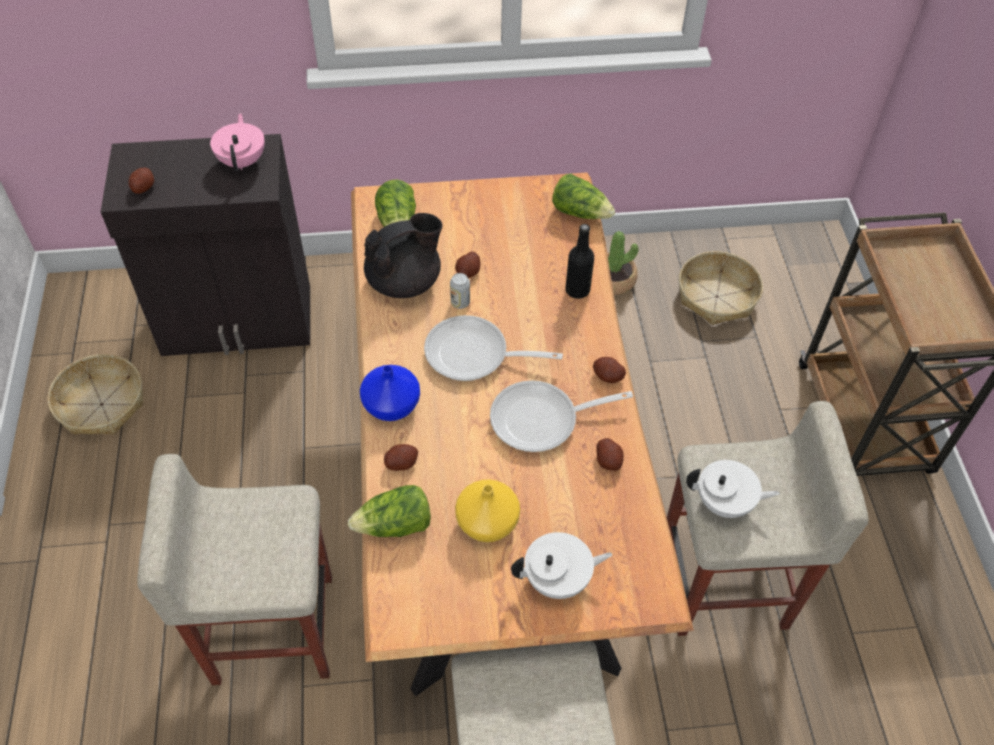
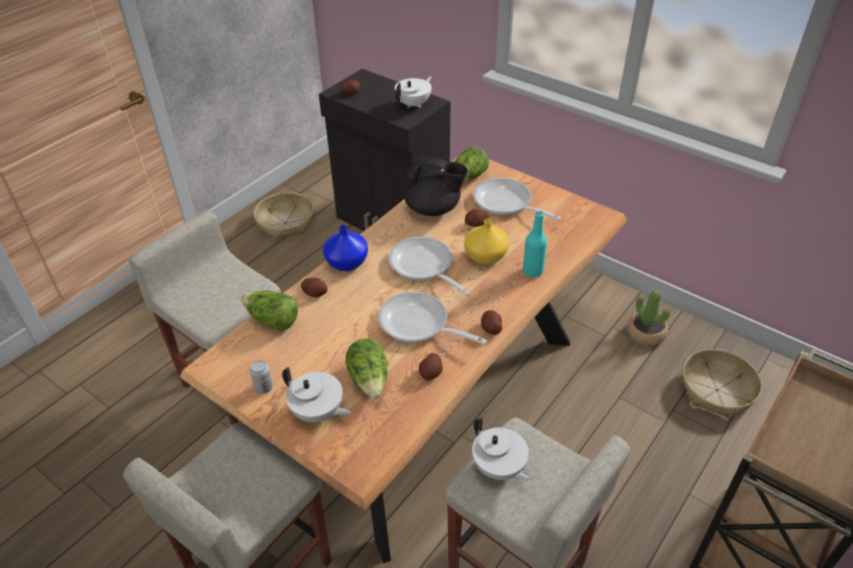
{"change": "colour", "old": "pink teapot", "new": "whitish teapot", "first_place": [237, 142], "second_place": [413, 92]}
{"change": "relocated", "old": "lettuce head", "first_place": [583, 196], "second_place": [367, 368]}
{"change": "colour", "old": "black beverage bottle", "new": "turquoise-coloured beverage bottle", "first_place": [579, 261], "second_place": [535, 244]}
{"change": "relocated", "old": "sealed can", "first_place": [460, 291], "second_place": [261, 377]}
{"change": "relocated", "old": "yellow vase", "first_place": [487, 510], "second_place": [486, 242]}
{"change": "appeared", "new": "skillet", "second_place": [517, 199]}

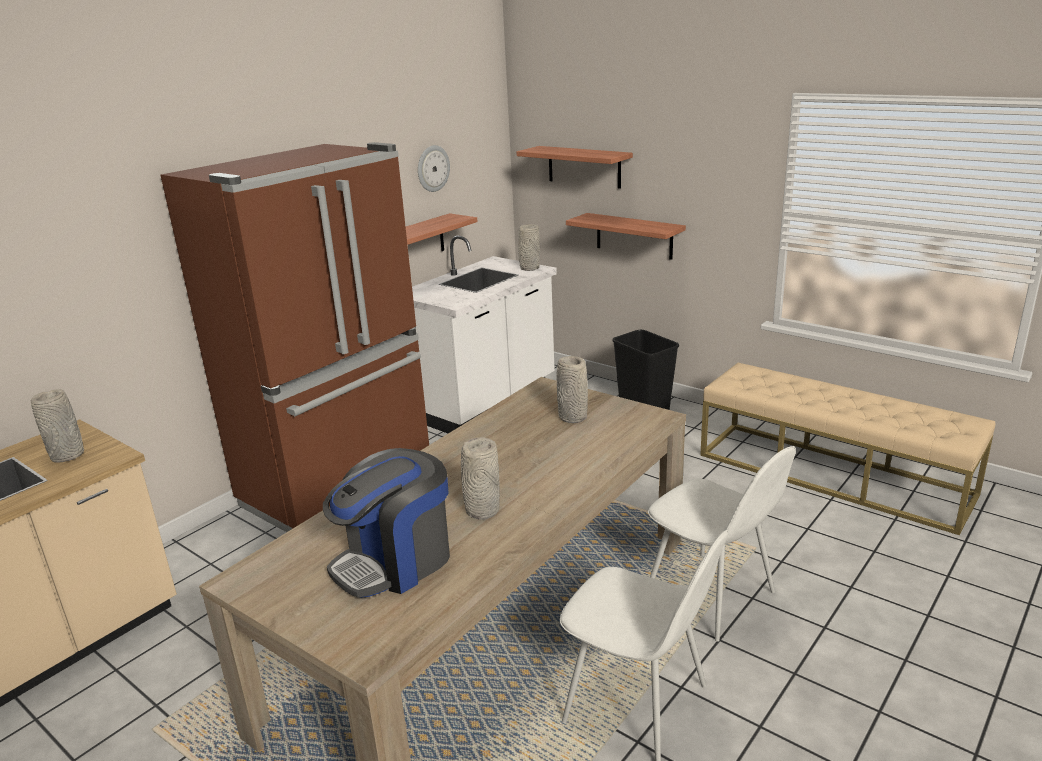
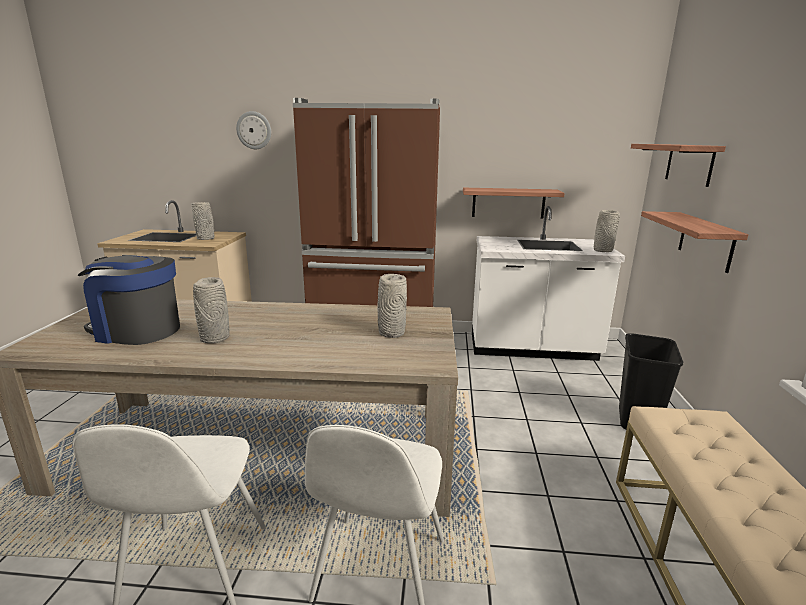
{"change": "relocated", "old": "wall clock", "first_place": [434, 168], "second_place": [253, 130]}

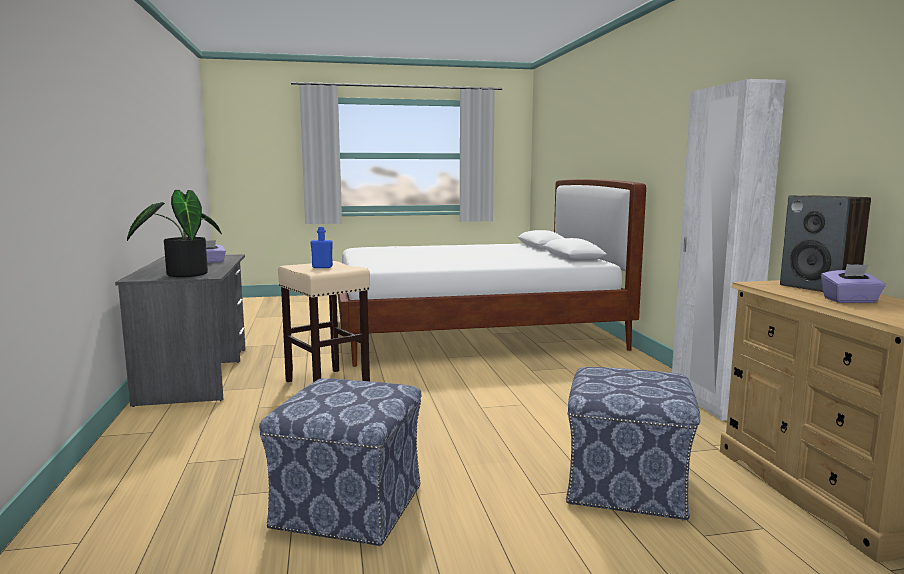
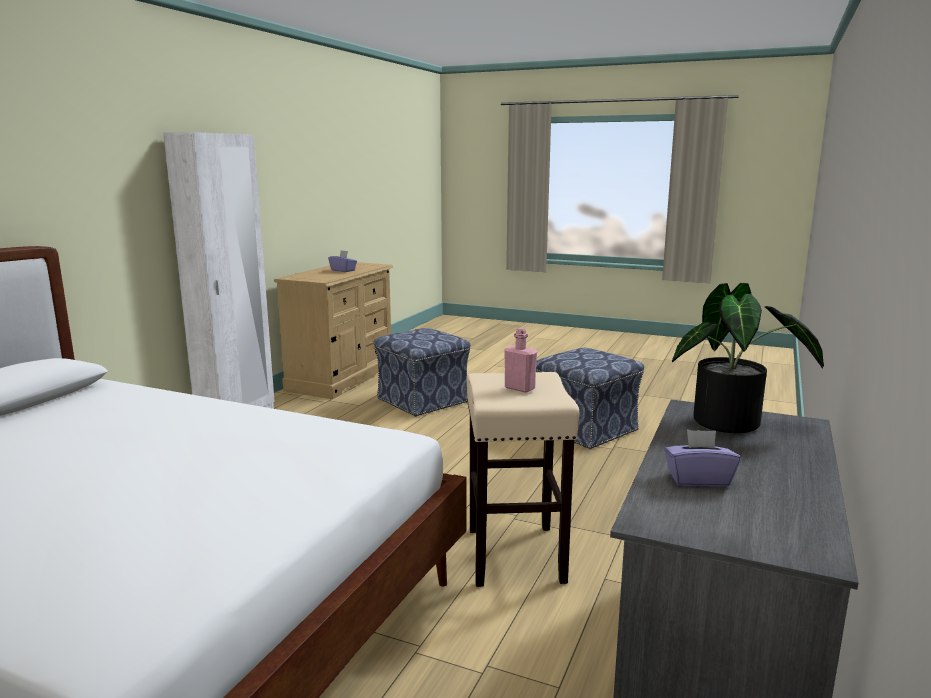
{"change": "missing", "old": "loudspeaker", "first_place": [825, 243]}
{"change": "colour", "old": "bluish beverage bottle", "new": "pink beverage bottle", "first_place": [321, 247], "second_place": [520, 360]}

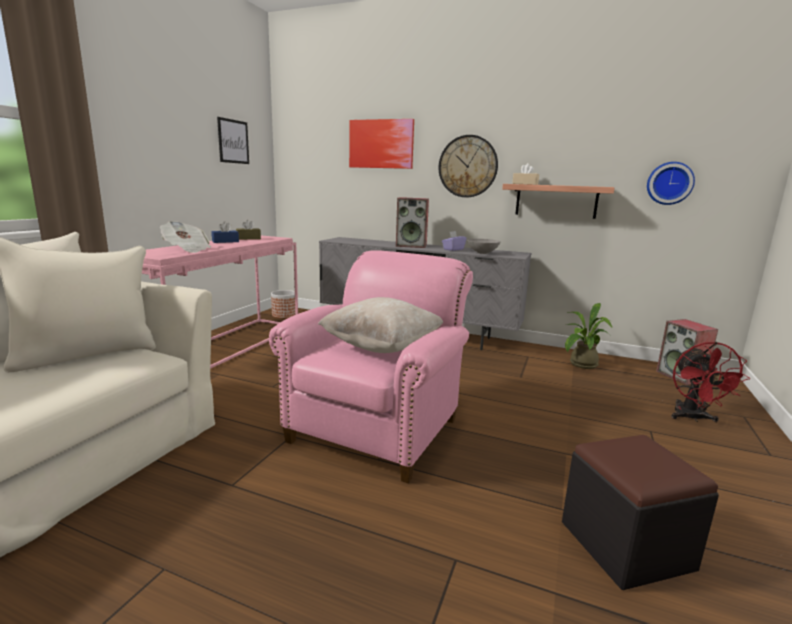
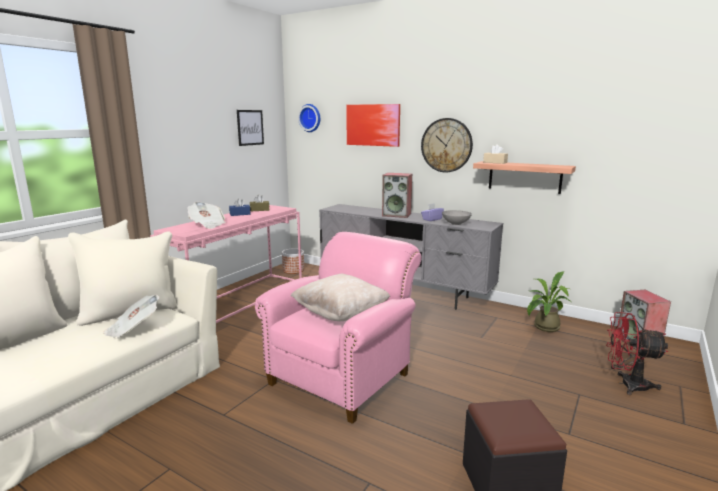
{"change": "relocated", "old": "wall clock", "first_place": [671, 183], "second_place": [309, 118]}
{"change": "spun", "old": "red-coloured cooling fan", "first_place": [710, 382], "second_place": [637, 353], "degrees": 90}
{"change": "appeared", "new": "daily paper", "second_place": [131, 317]}

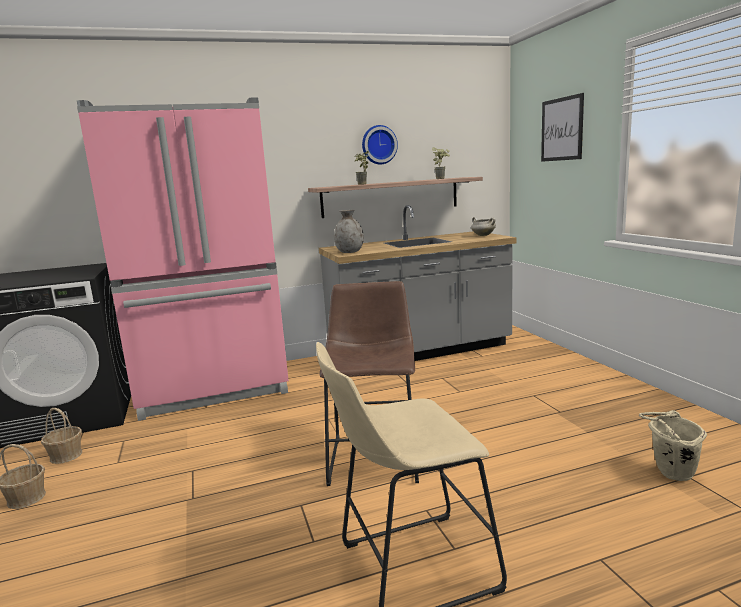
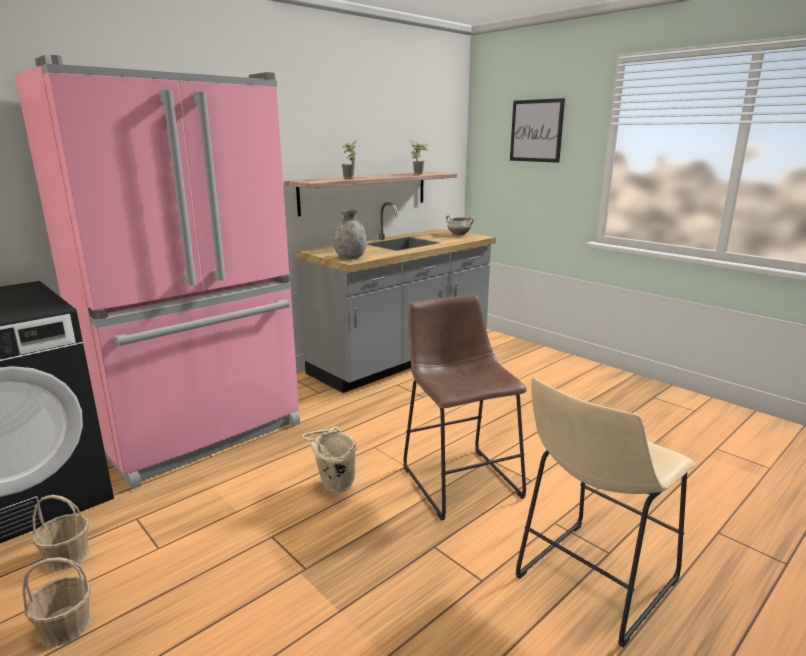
{"change": "missing", "old": "wall clock", "first_place": [380, 144]}
{"change": "relocated", "old": "beige-coloured water bucket", "first_place": [673, 445], "second_place": [329, 459]}

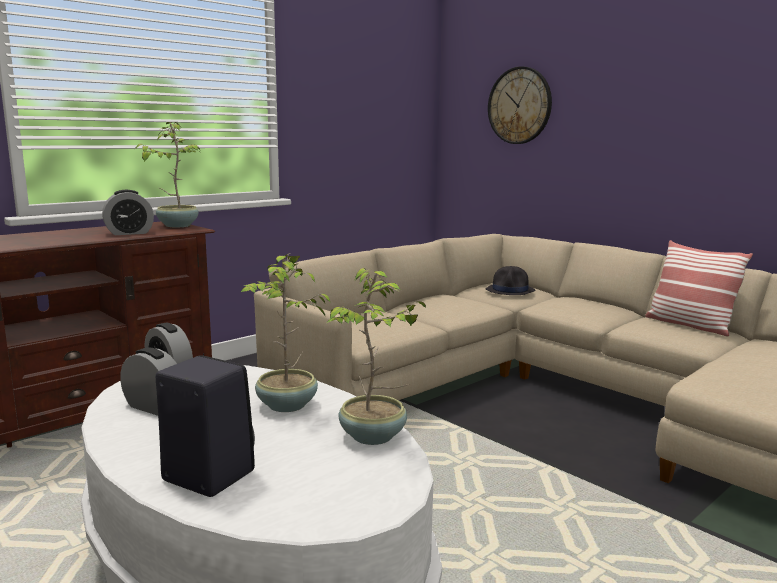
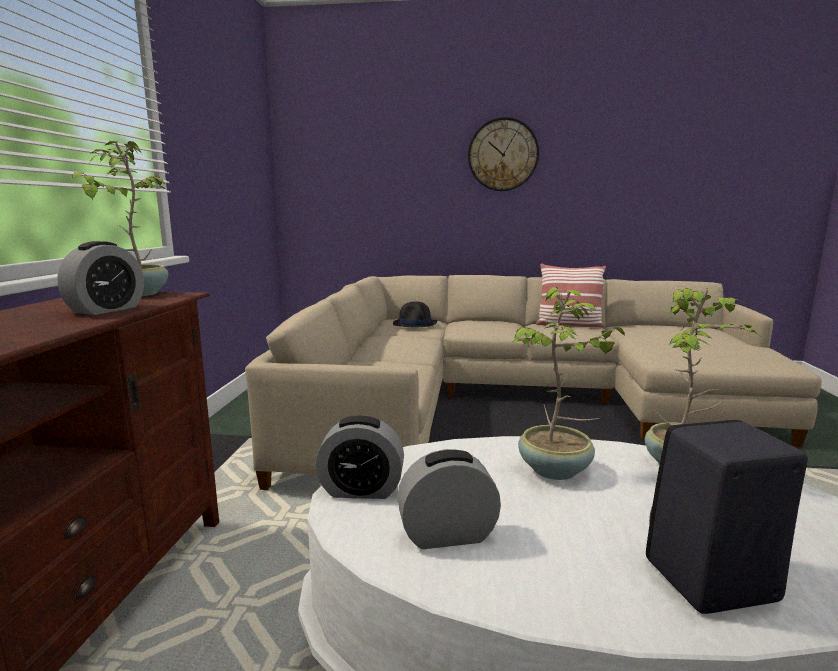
{"change": "relocated", "old": "wall clock", "first_place": [520, 105], "second_place": [503, 154]}

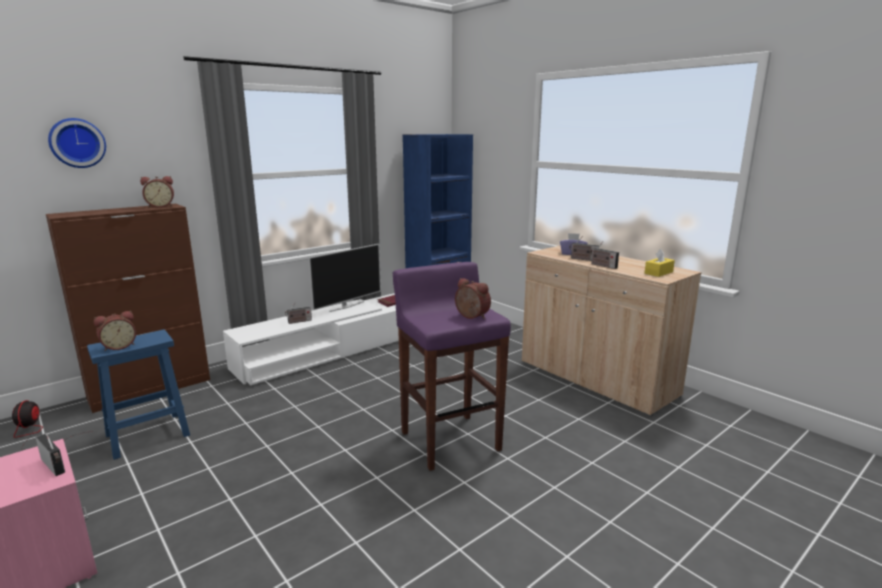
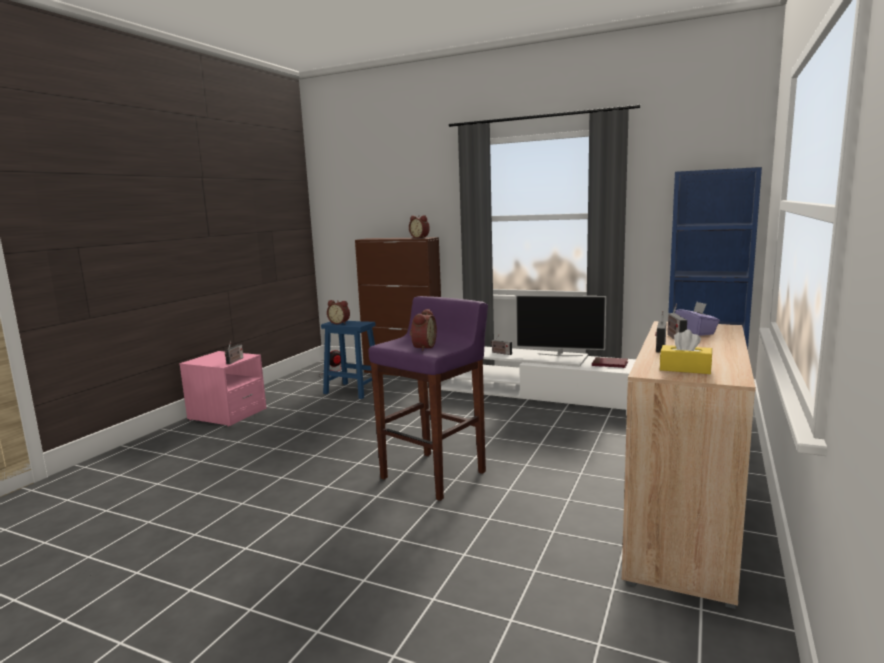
{"change": "missing", "old": "wall clock", "first_place": [77, 143]}

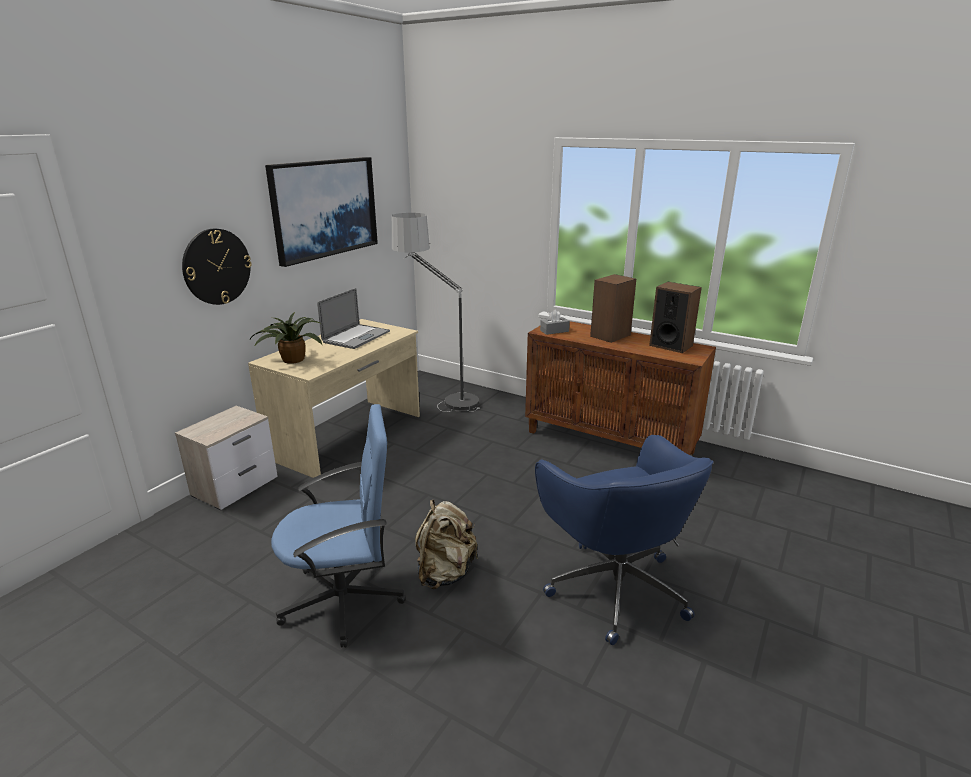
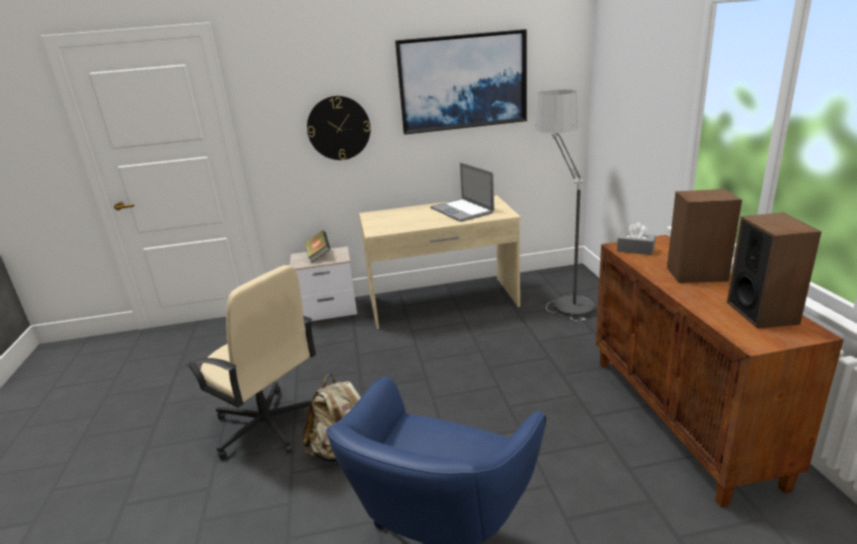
{"change": "spun", "old": "notebook computer", "first_place": [353, 318], "second_place": [462, 192], "degrees": 75}
{"change": "missing", "old": "plant in a pot", "first_place": [285, 338]}
{"change": "colour", "old": "bluish office chair", "new": "beige-coloured office chair", "first_place": [338, 526], "second_place": [251, 362]}
{"change": "appeared", "new": "volume", "second_place": [317, 246]}

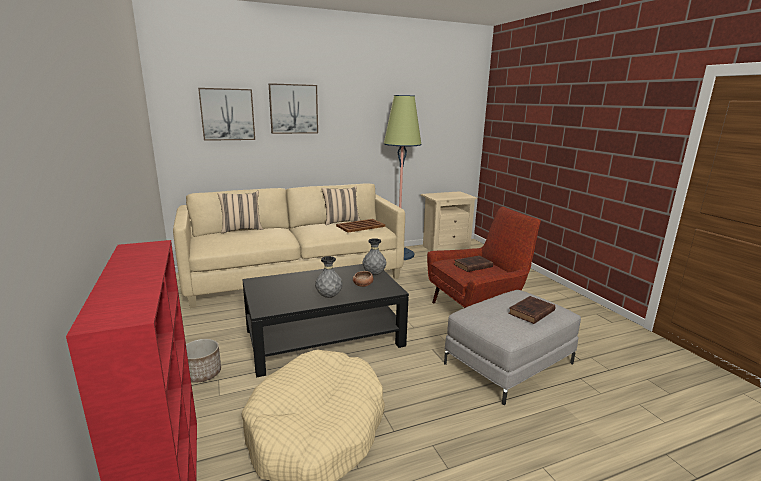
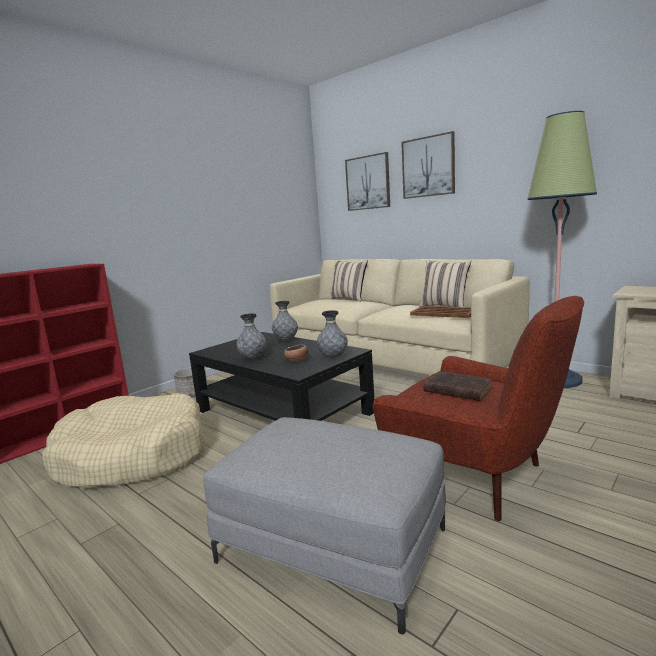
{"change": "missing", "old": "brown volume", "first_place": [531, 310]}
{"change": "appeared", "new": "gray vase", "second_place": [285, 321]}

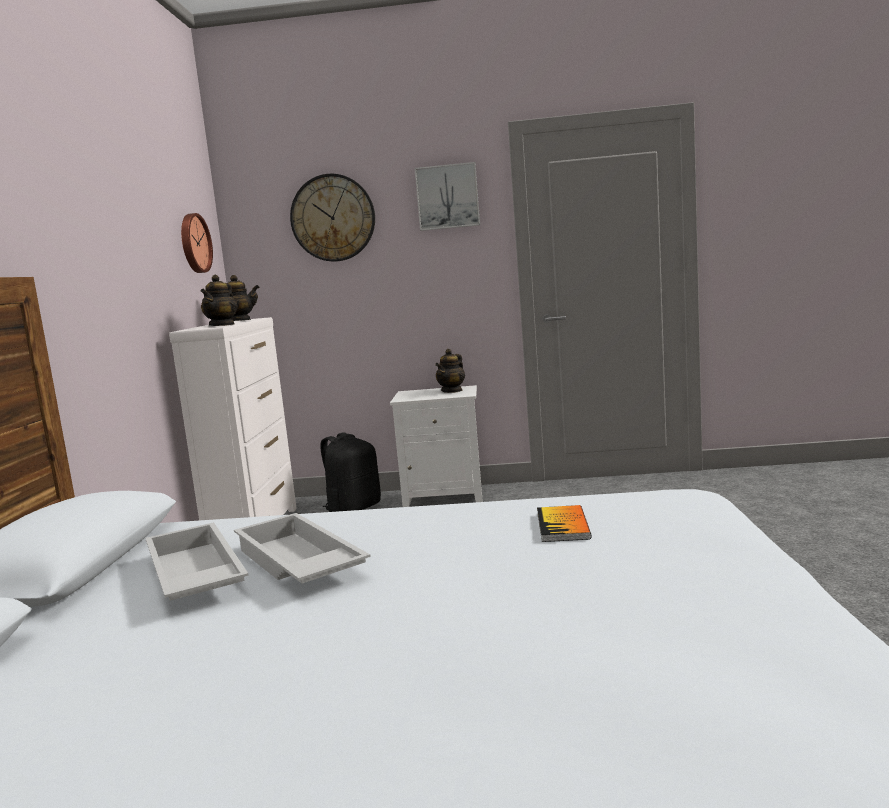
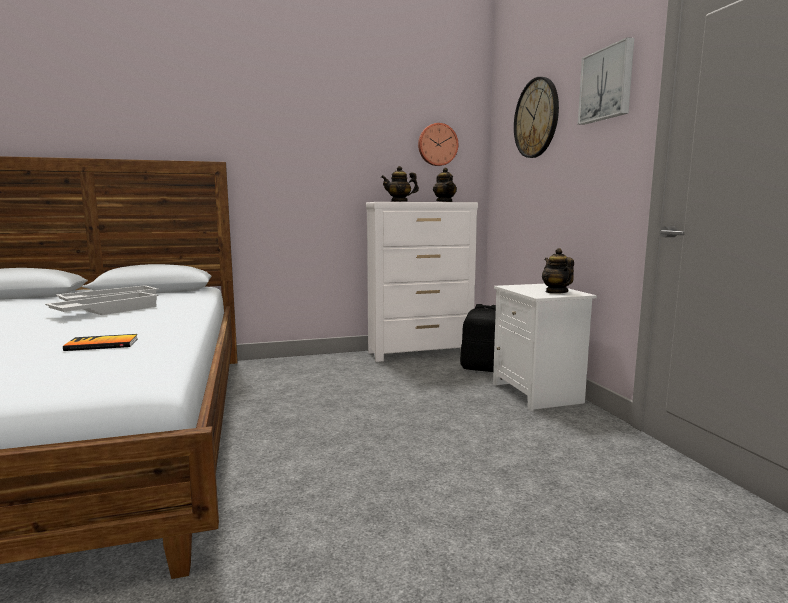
{"change": "spun", "old": "teapot", "first_place": [450, 371], "second_place": [558, 271], "degrees": 60}

